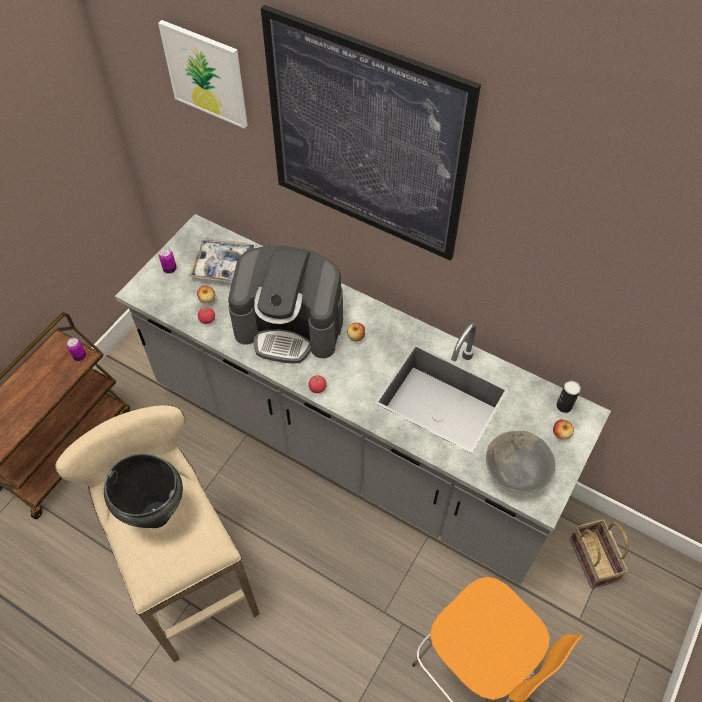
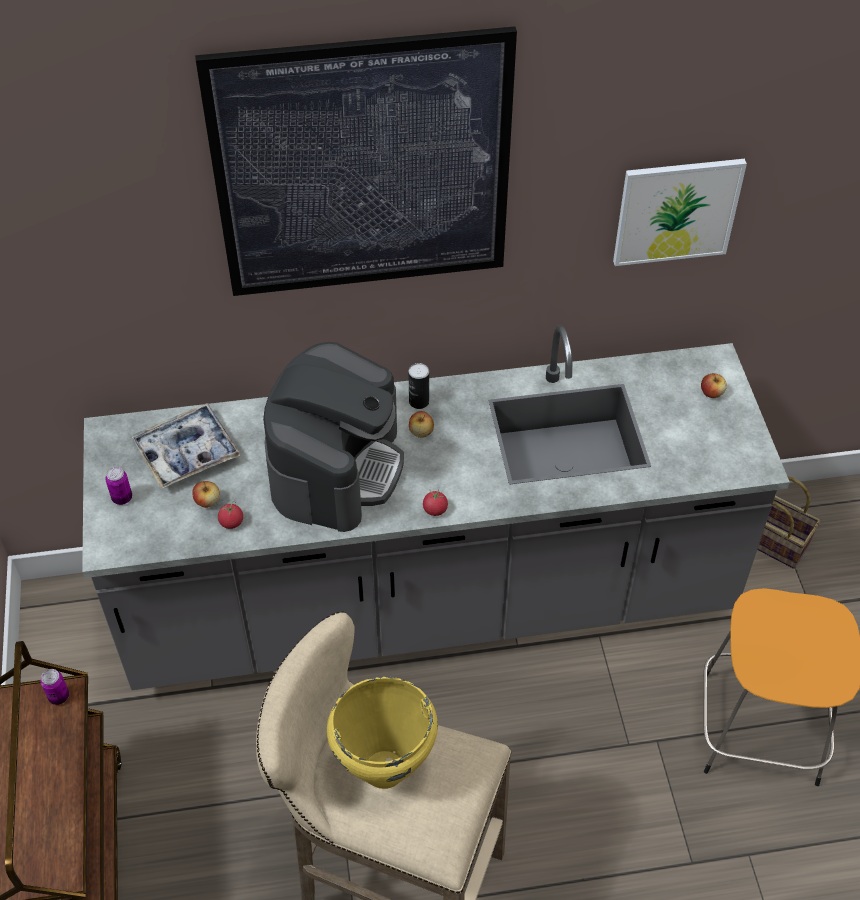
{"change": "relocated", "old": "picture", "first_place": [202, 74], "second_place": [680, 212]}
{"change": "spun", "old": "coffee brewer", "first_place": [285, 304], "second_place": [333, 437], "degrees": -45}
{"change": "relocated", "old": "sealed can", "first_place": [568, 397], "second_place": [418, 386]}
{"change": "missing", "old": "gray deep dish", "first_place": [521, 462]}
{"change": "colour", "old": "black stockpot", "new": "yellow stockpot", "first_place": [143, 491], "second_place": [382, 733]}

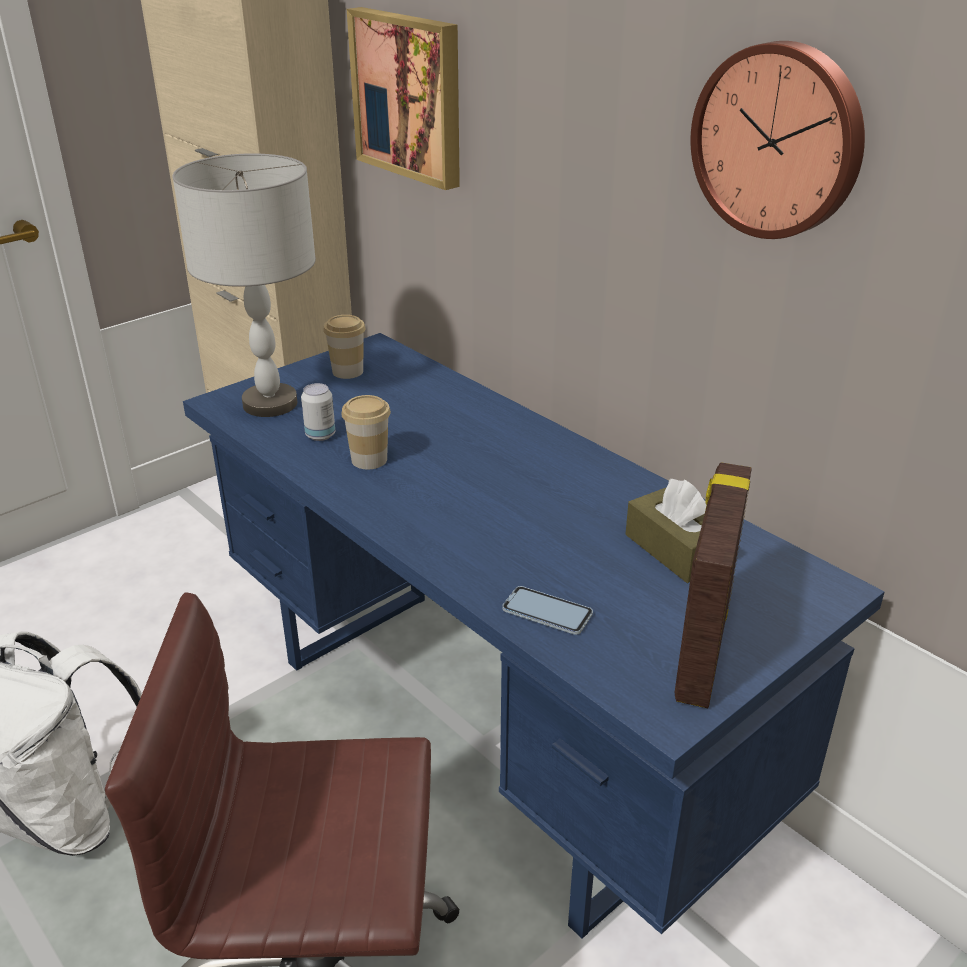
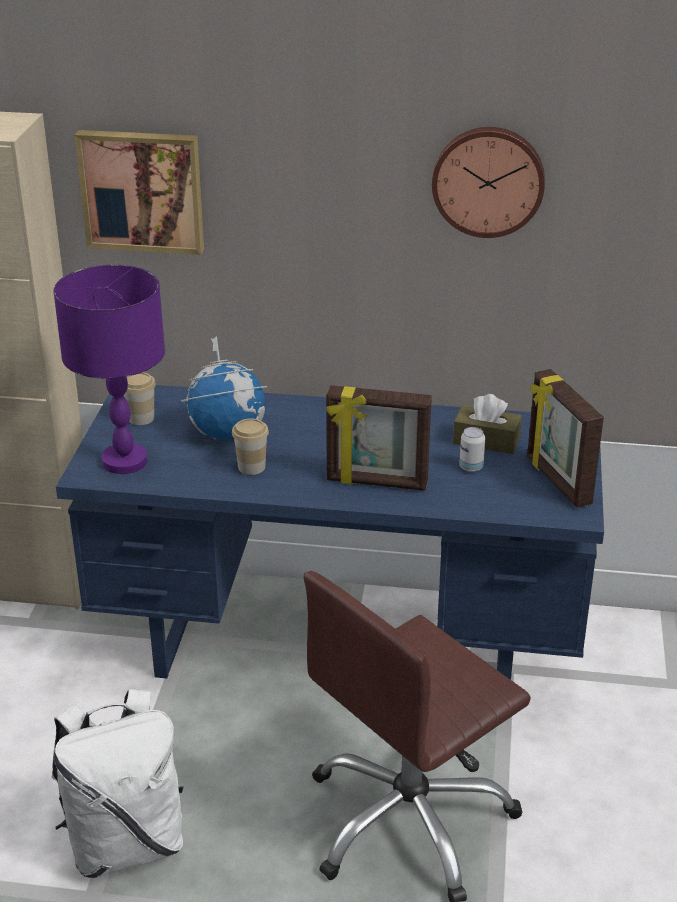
{"change": "colour", "old": "gray lamp for a table", "new": "purplish lamp for a table", "first_place": [244, 285], "second_place": [109, 369]}
{"change": "relocated", "old": "sealed can", "first_place": [318, 412], "second_place": [472, 449]}
{"change": "missing", "old": "phone", "first_place": [547, 610]}
{"change": "appeared", "new": "desk globe", "second_place": [224, 388]}
{"change": "appeared", "new": "photo frame", "second_place": [379, 438]}

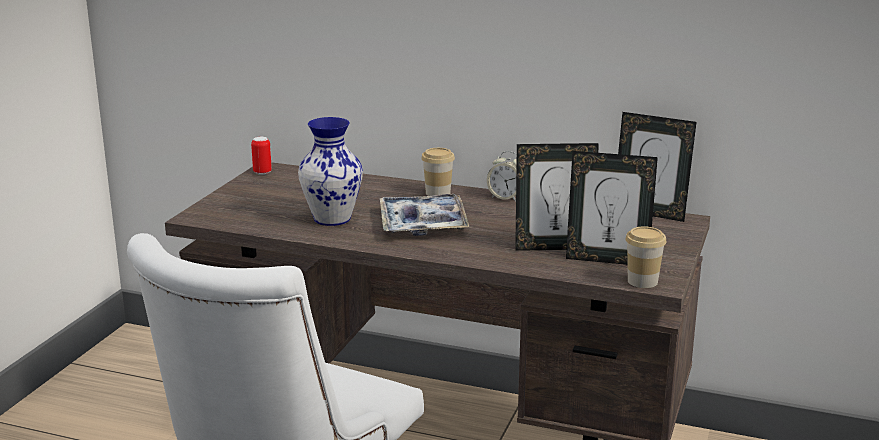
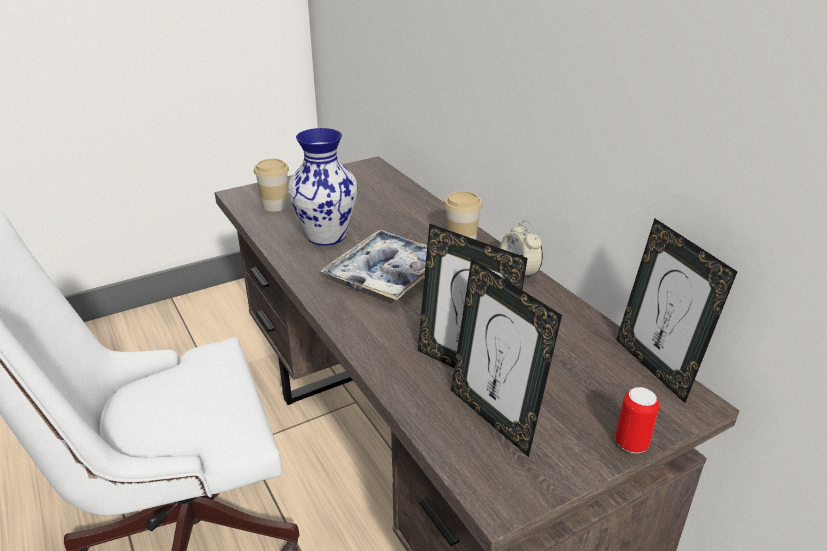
{"change": "relocated", "old": "sealed can", "first_place": [261, 156], "second_place": [637, 420]}
{"change": "relocated", "old": "cup", "first_place": [646, 257], "second_place": [271, 185]}

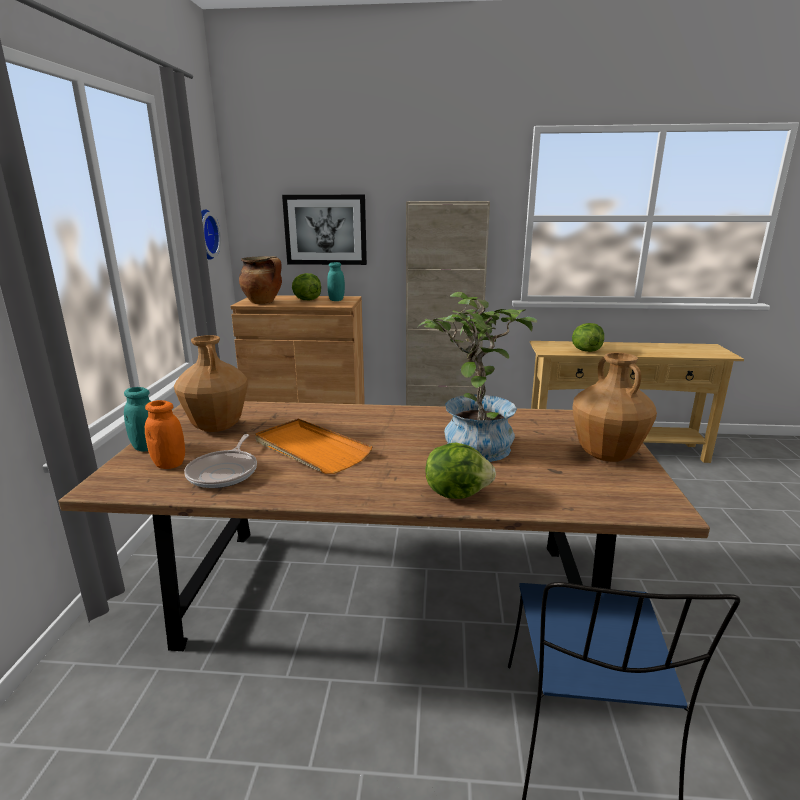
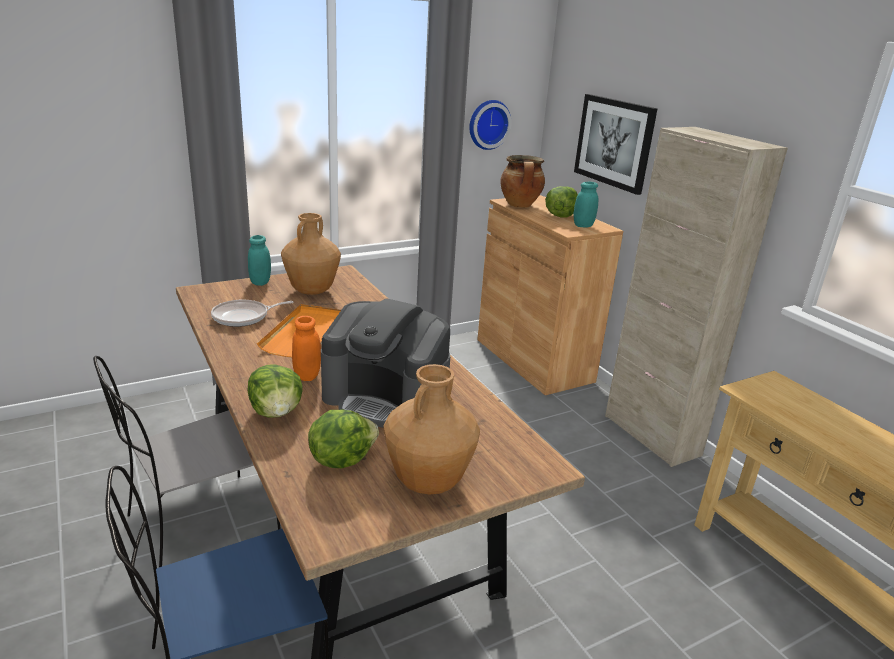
{"change": "exchanged", "old": "plant in a pot", "new": "coffee brewer", "first_place": [477, 377], "second_place": [385, 363]}
{"change": "relocated", "old": "lettuce head", "first_place": [588, 337], "second_place": [343, 439]}
{"change": "relocated", "old": "orangey jar", "first_place": [165, 434], "second_place": [306, 348]}
{"change": "appeared", "new": "gray chair", "second_place": [187, 461]}

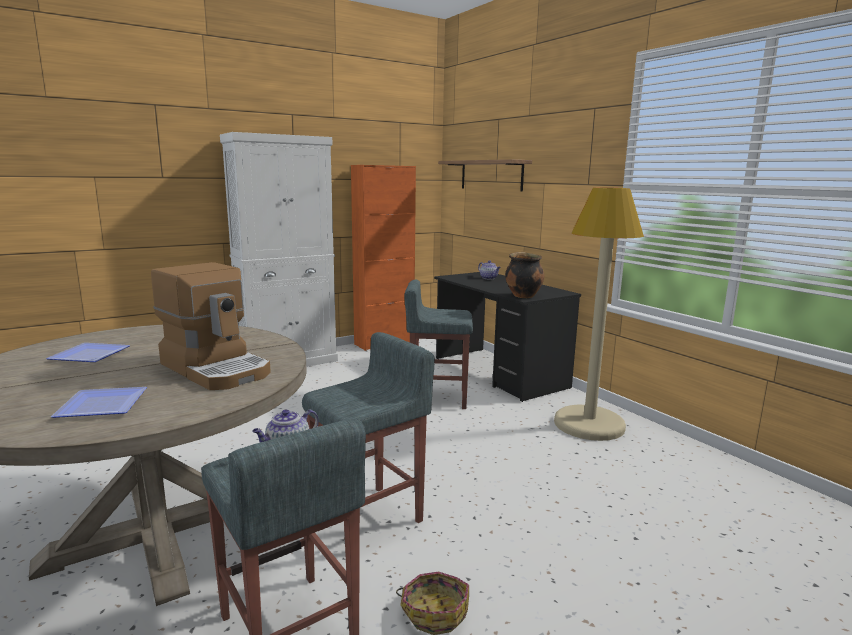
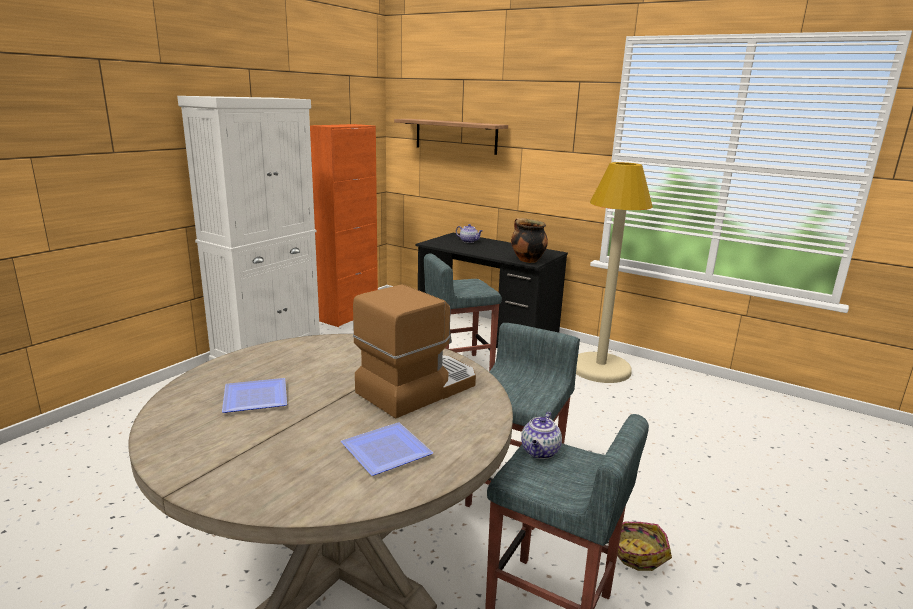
{"change": "spun", "old": "coffee brewer", "first_place": [211, 326], "second_place": [414, 351], "degrees": -60}

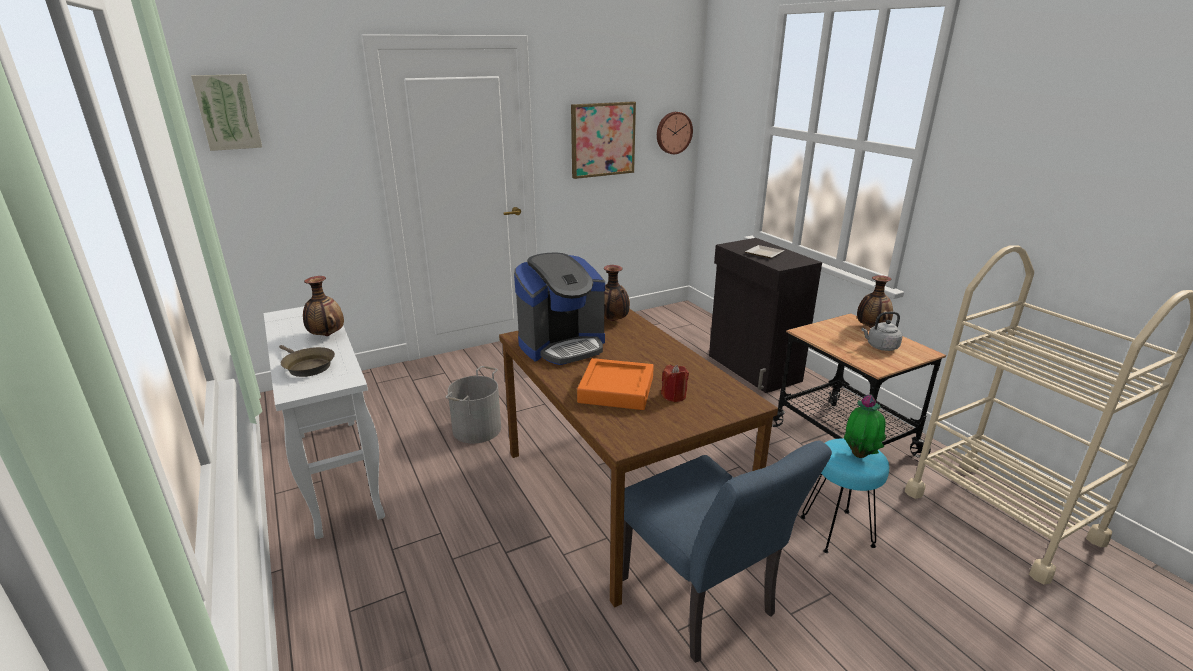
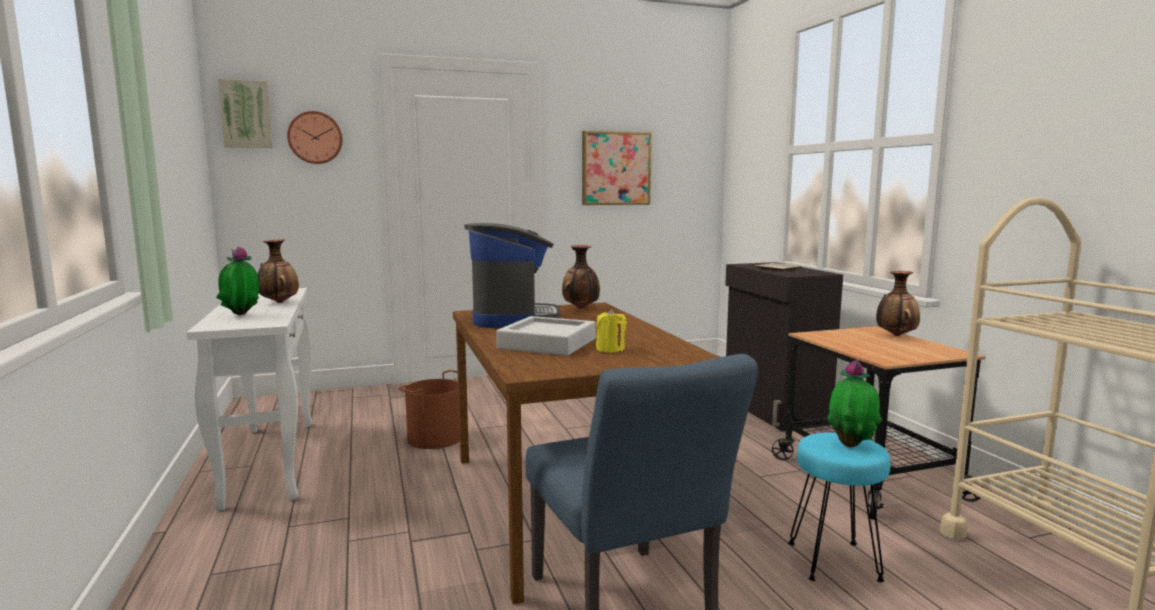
{"change": "relocated", "old": "wall clock", "first_place": [675, 133], "second_place": [315, 137]}
{"change": "spun", "old": "coffee brewer", "first_place": [559, 309], "second_place": [512, 275], "degrees": -75}
{"change": "missing", "old": "gray kettle", "first_place": [881, 331]}
{"change": "exchanged", "old": "brown skillet", "new": "plant in a pot", "first_place": [307, 361], "second_place": [237, 280]}
{"change": "colour", "old": "orangey serving tray", "new": "gray serving tray", "first_place": [615, 384], "second_place": [546, 336]}
{"change": "colour", "old": "red-coloured wax light", "new": "yellow wax light", "first_place": [675, 383], "second_place": [611, 331]}
{"change": "colour", "old": "gray water bucket", "new": "brown water bucket", "first_place": [473, 404], "second_place": [429, 409]}

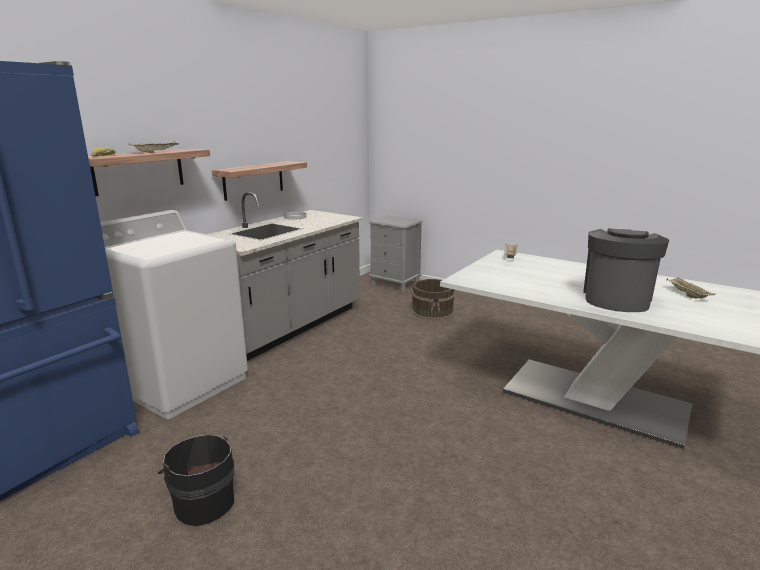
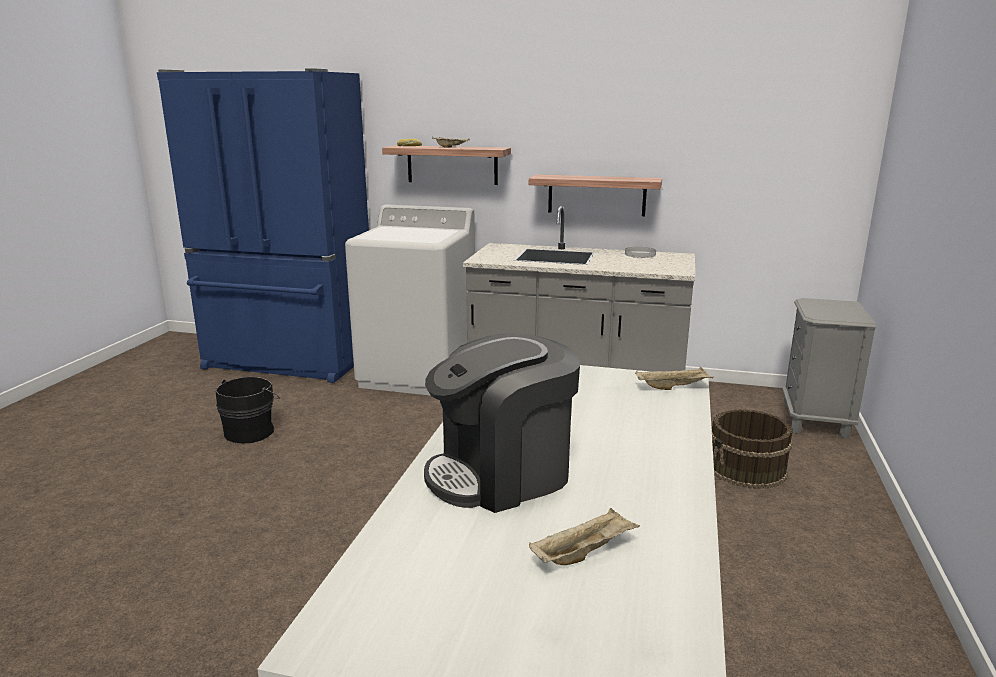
{"change": "spun", "old": "coffee brewer", "first_place": [626, 270], "second_place": [502, 423], "degrees": 150}

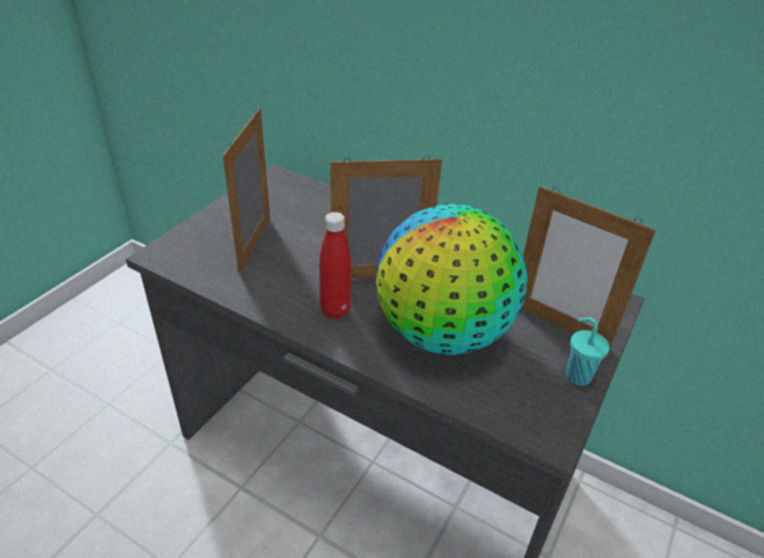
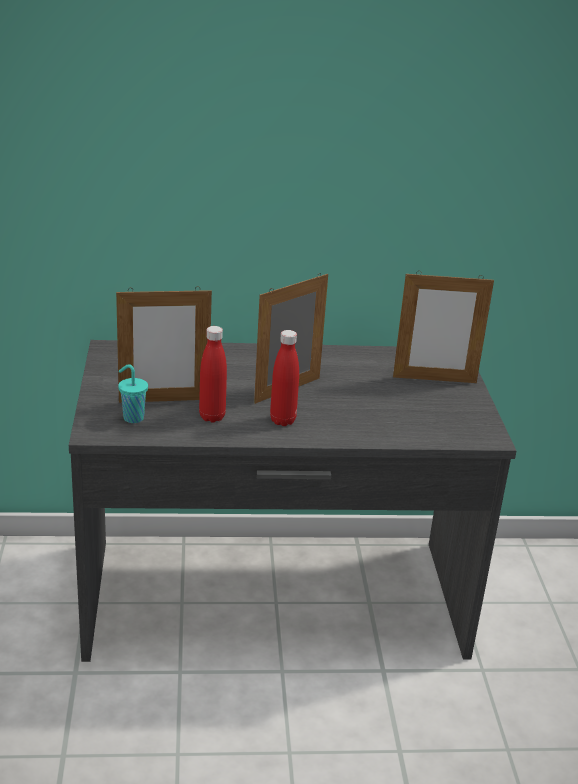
{"change": "spun", "old": "photo frame", "first_place": [246, 190], "second_place": [164, 344], "degrees": -75}
{"change": "missing", "old": "desk globe", "first_place": [451, 279]}
{"change": "relocated", "old": "turquoise-coloured cup", "first_place": [588, 352], "second_place": [133, 393]}
{"change": "appeared", "new": "red-coloured beverage bottle", "second_place": [213, 374]}

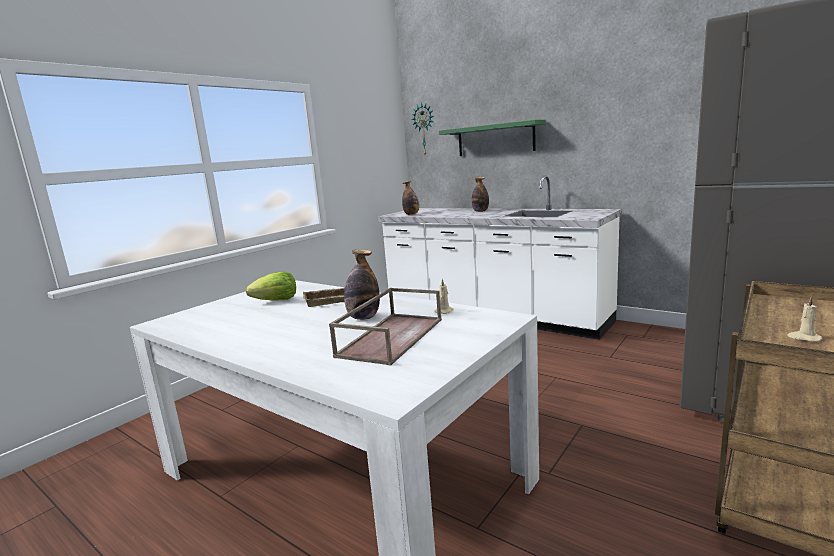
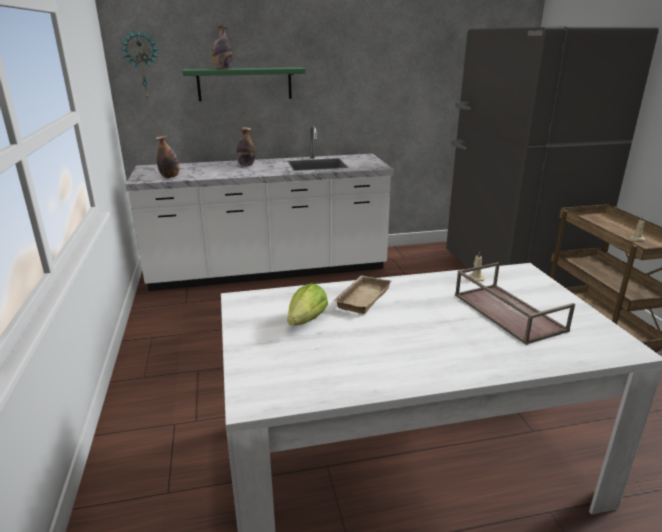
{"change": "relocated", "old": "beverage bottle", "first_place": [362, 284], "second_place": [222, 47]}

